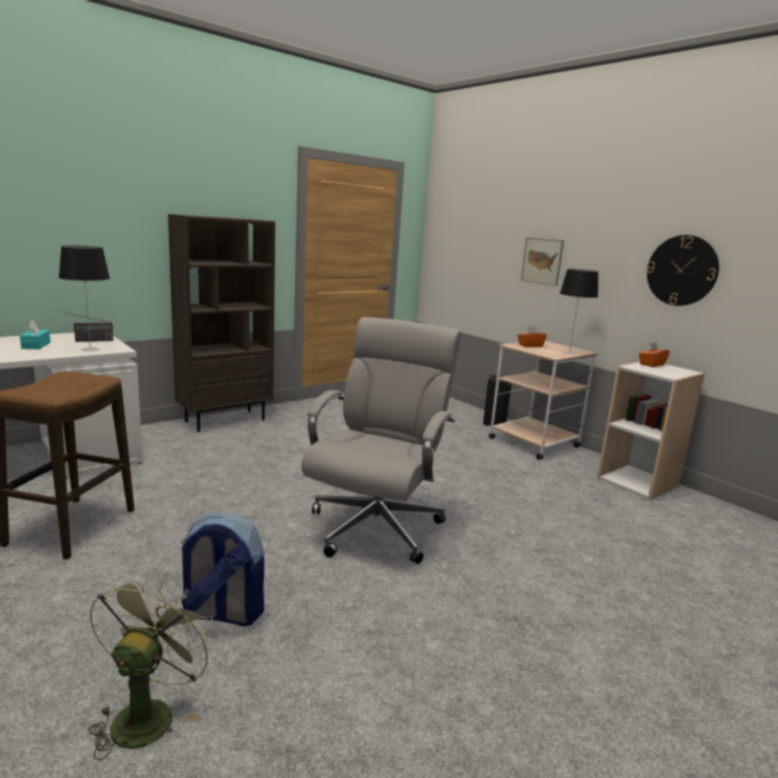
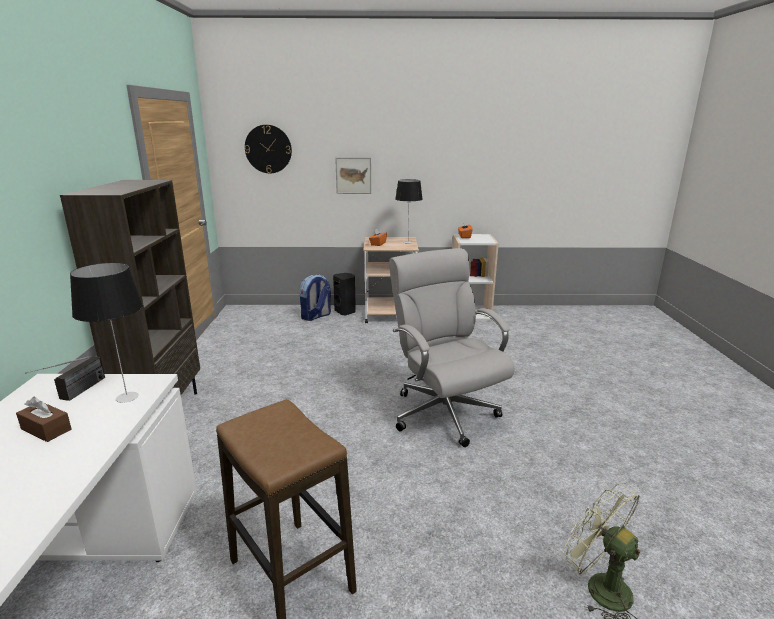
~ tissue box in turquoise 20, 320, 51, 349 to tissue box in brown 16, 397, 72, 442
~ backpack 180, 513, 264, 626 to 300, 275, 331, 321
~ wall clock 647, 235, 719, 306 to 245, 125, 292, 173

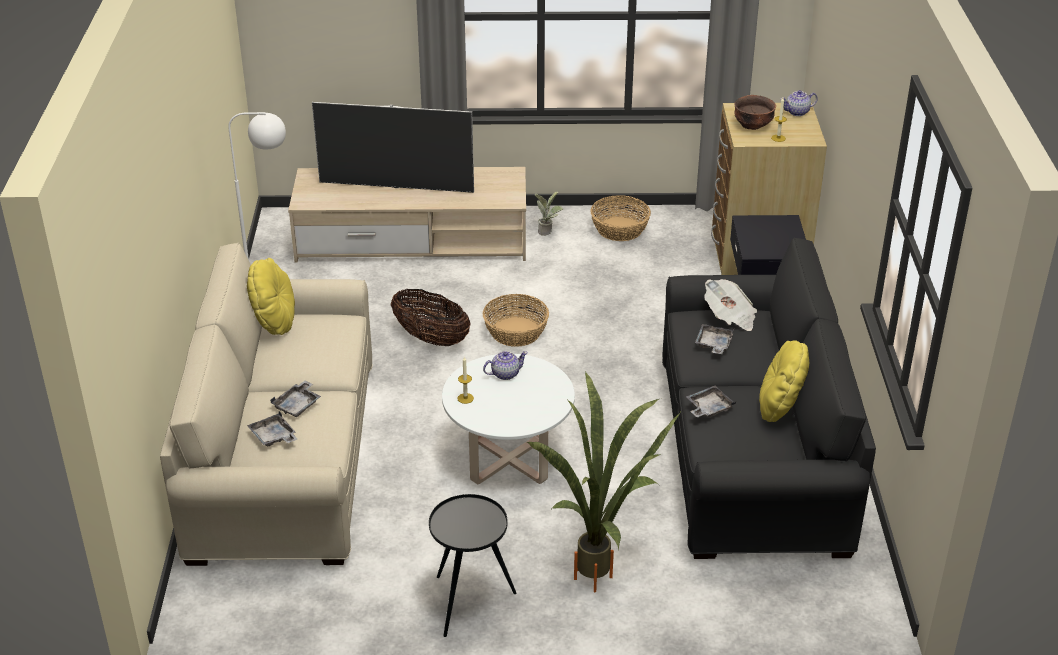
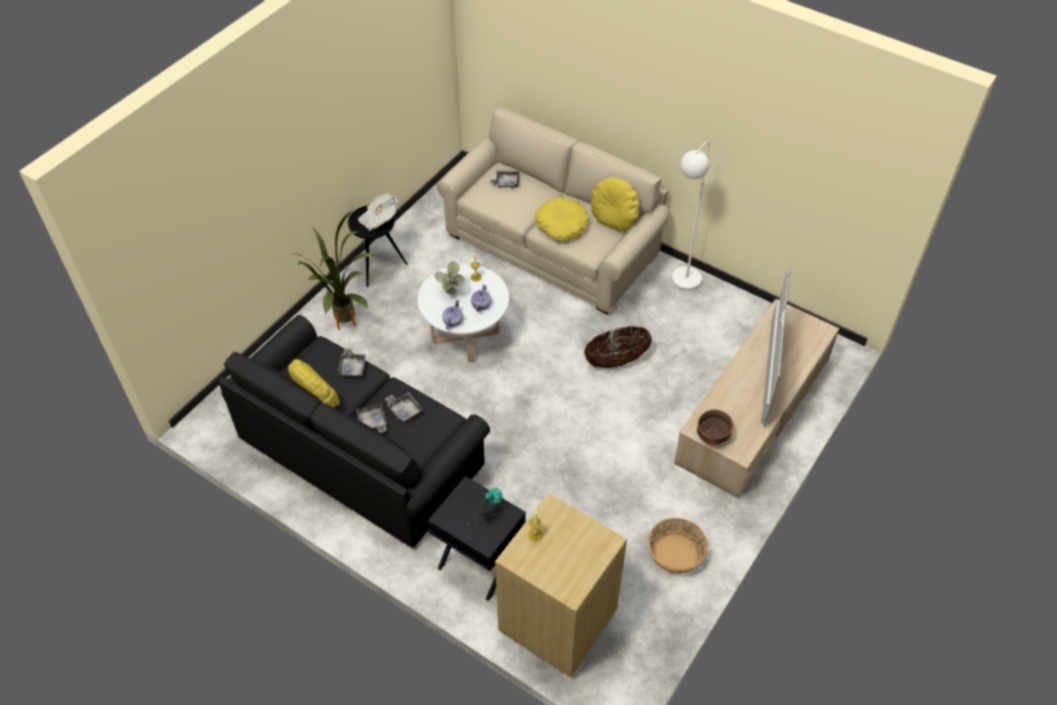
~ tray in grey 270, 380, 321, 417 to 356, 403, 387, 433
~ television 312, 102, 474, 193 = 761, 266, 790, 427 150 degrees clockwise
- basket 483, 294, 549, 347
~ potted plant 535, 192, 563, 236 to 434, 261, 465, 295
~ newspaper 704, 279, 757, 331 to 358, 193, 398, 231
~ bowl in brown 734, 95, 776, 130 to 697, 410, 733, 445
~ teapot 780, 90, 818, 116 to 443, 300, 463, 329
+ table lamp 465, 488, 505, 539
+ pillow in yellow 534, 197, 589, 241

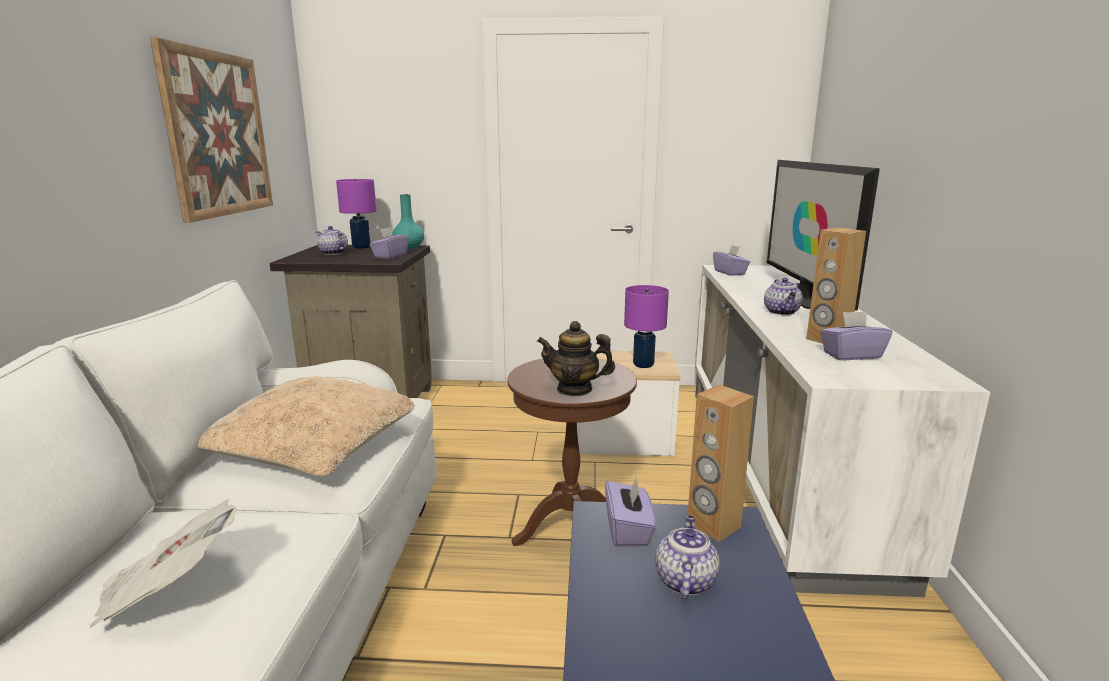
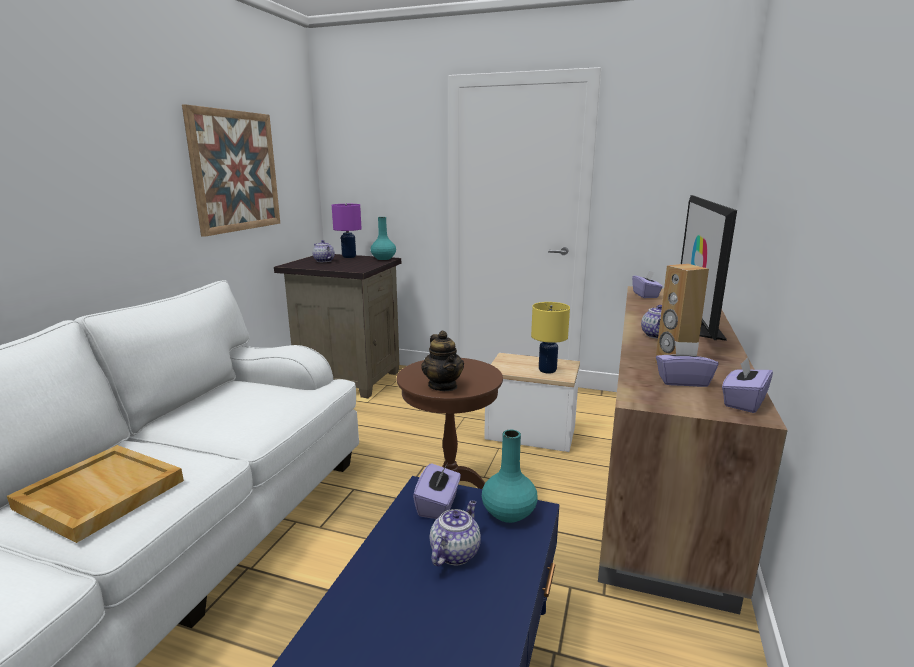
~ newspaper 90, 499, 237, 628 to tray in beige 7, 445, 184, 543
- pillow in beige 198, 376, 415, 477
~ tissue box in purple 370, 227, 409, 259 to 722, 358, 773, 413
~ teapot 537, 321, 615, 396 = 421, 331, 464, 391 135 degrees counterclockwise
~ table lamp in purple 624, 285, 669, 368 to table lamp in yellow 531, 302, 570, 374
~ speaker in brown 688, 385, 754, 542 to vase in turquoise 482, 430, 538, 523
~ tv stand in white 695, 265, 990, 597 to tv stand in brown 598, 286, 788, 614

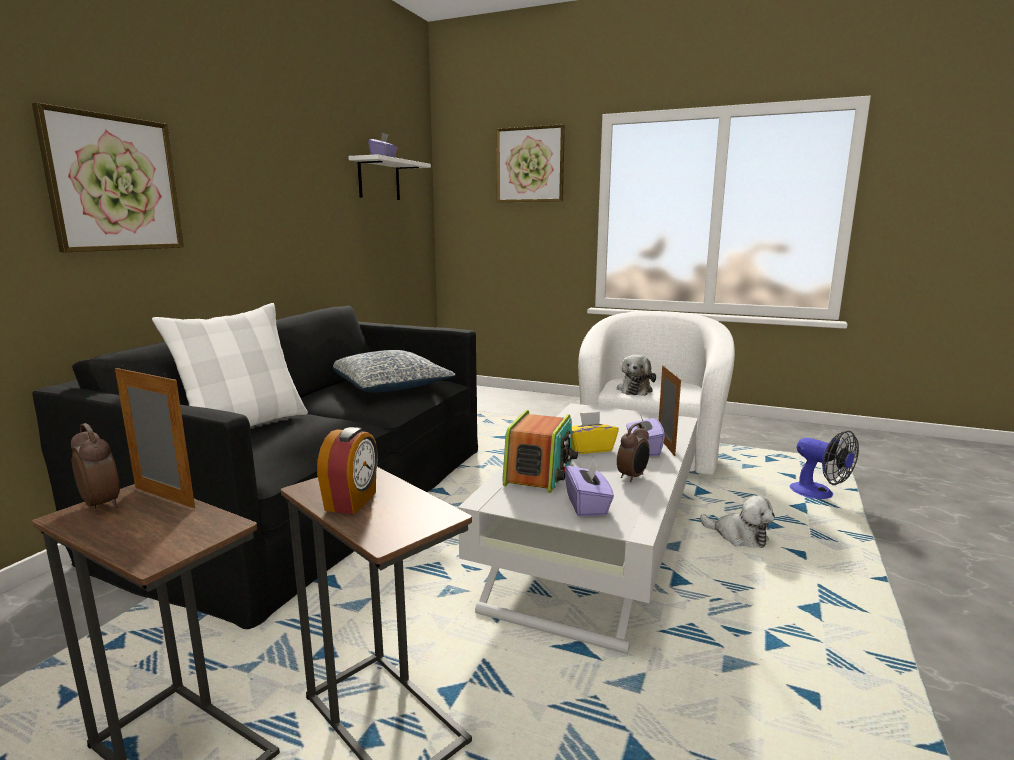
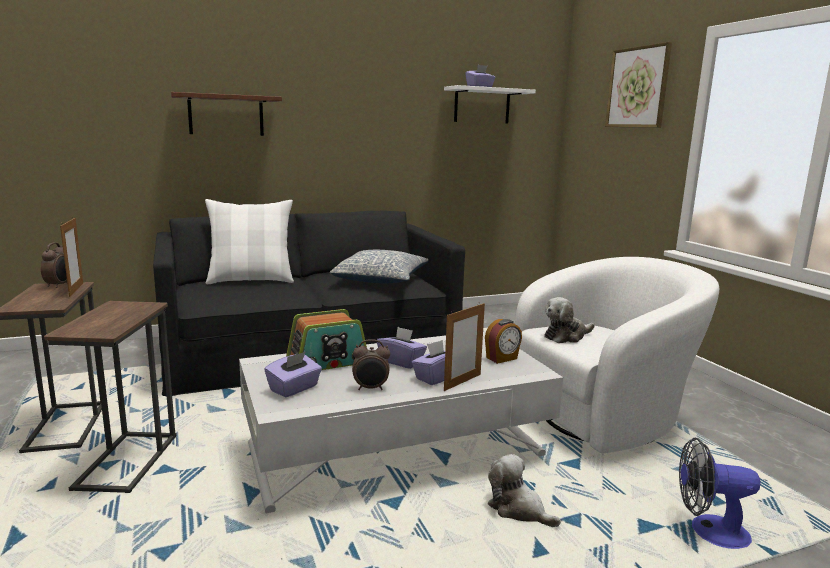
~ picture 32, 103, 184, 252 to shelf in brown 171, 92, 282, 136
~ alarm clock 317, 427, 378, 514 to 485, 319, 522, 364
~ tissue box in yellow 572, 412, 619, 454 to tissue box in purple 377, 327, 427, 369
~ plush toy 700, 496, 775, 548 = 488, 454, 561, 527 135 degrees clockwise
~ fan 790, 431, 859, 499 = 679, 438, 761, 549 90 degrees clockwise

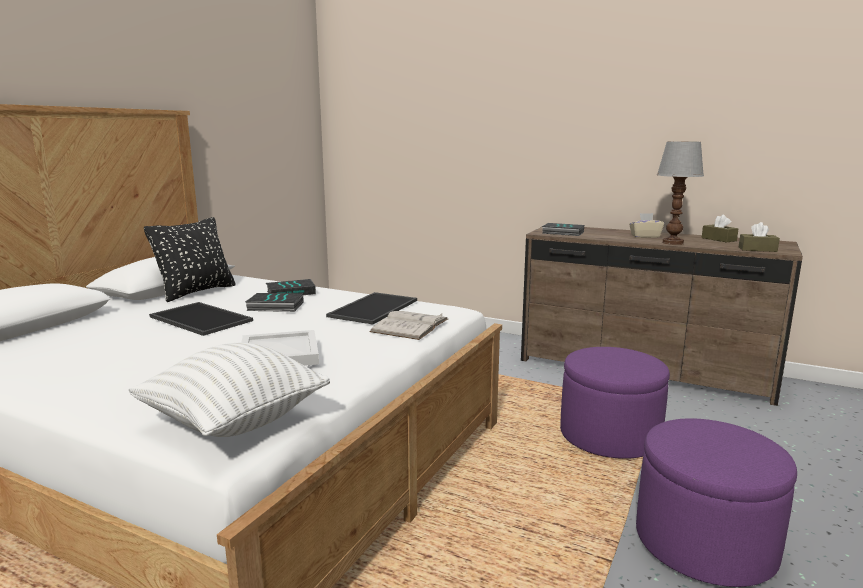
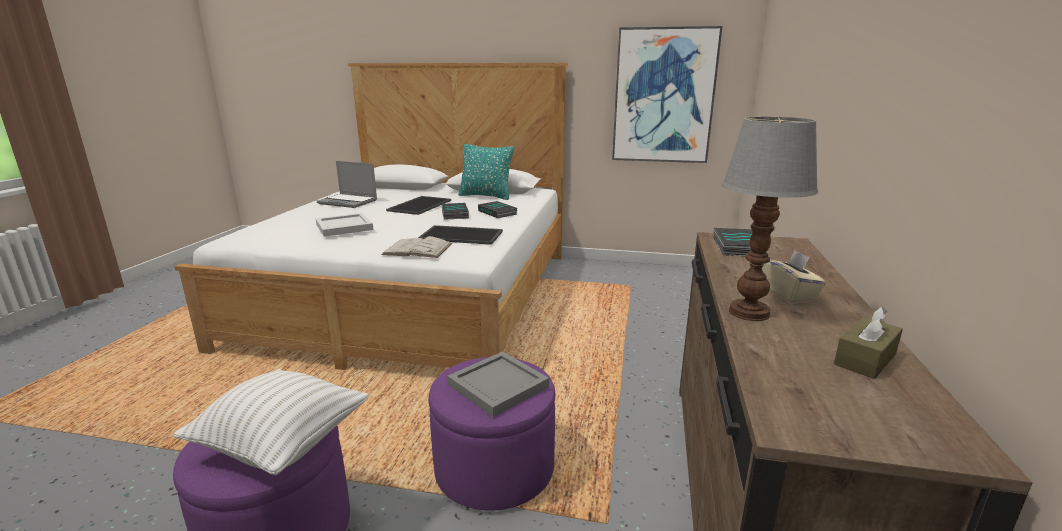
~ pillow in white 128, 343, 330, 437 to 174, 369, 369, 475
~ pillow in black 144, 217, 236, 302 to pillow in turquoise 458, 144, 514, 200
- tissue box in brown 739, 222, 780, 252
+ laptop 317, 161, 377, 208
+ tray in grey 447, 351, 549, 417
+ picture 612, 26, 722, 163

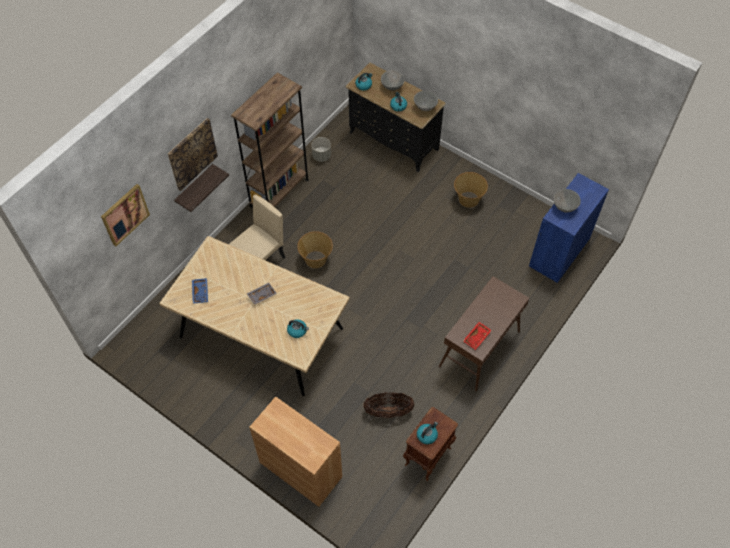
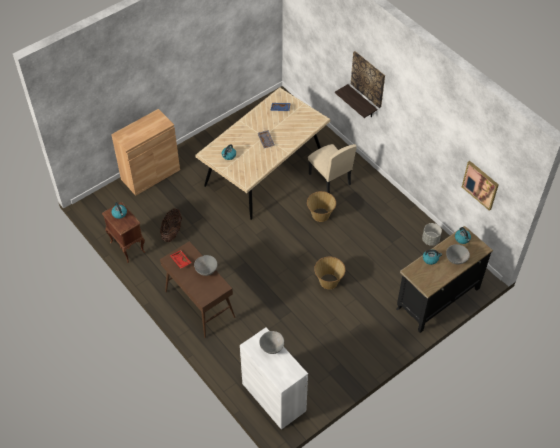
~ picture 101, 184, 150, 246 to 462, 161, 499, 211
- bookcase in brown 231, 73, 309, 208
~ bowl in grey 414, 90, 438, 111 to 194, 255, 217, 276
~ basket 454, 172, 488, 208 to 314, 257, 345, 289
~ cabinet in blue 529, 173, 609, 283 to cabinet in white 240, 328, 308, 430

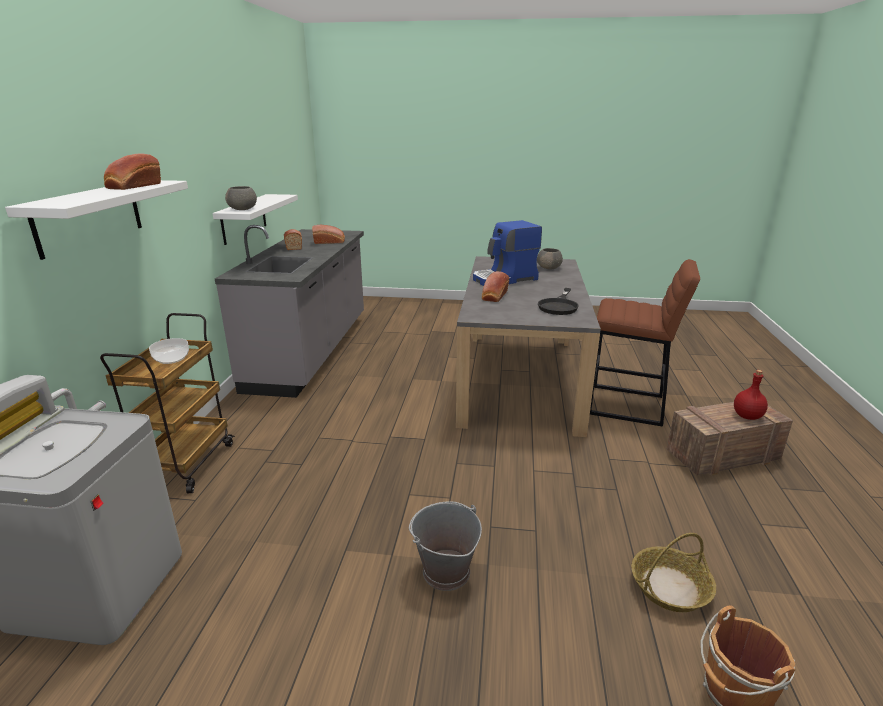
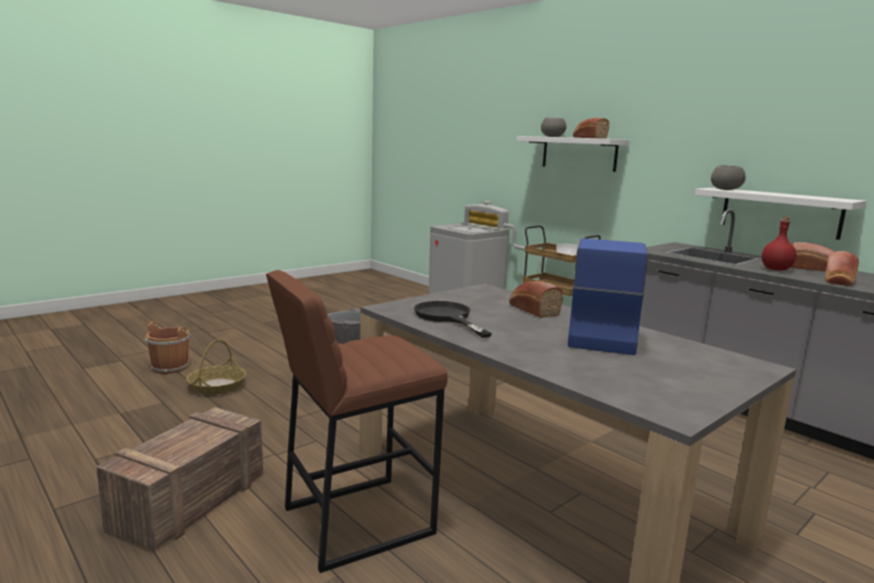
~ bowl in grey 537, 248, 563, 270 to 541, 117, 566, 137
~ bottle in red 734, 370, 768, 420 to 762, 217, 797, 271

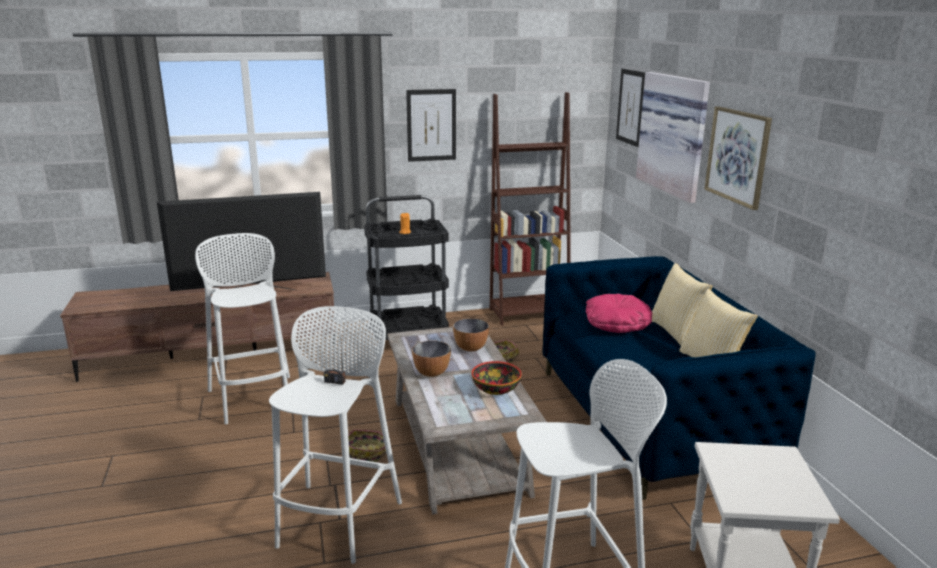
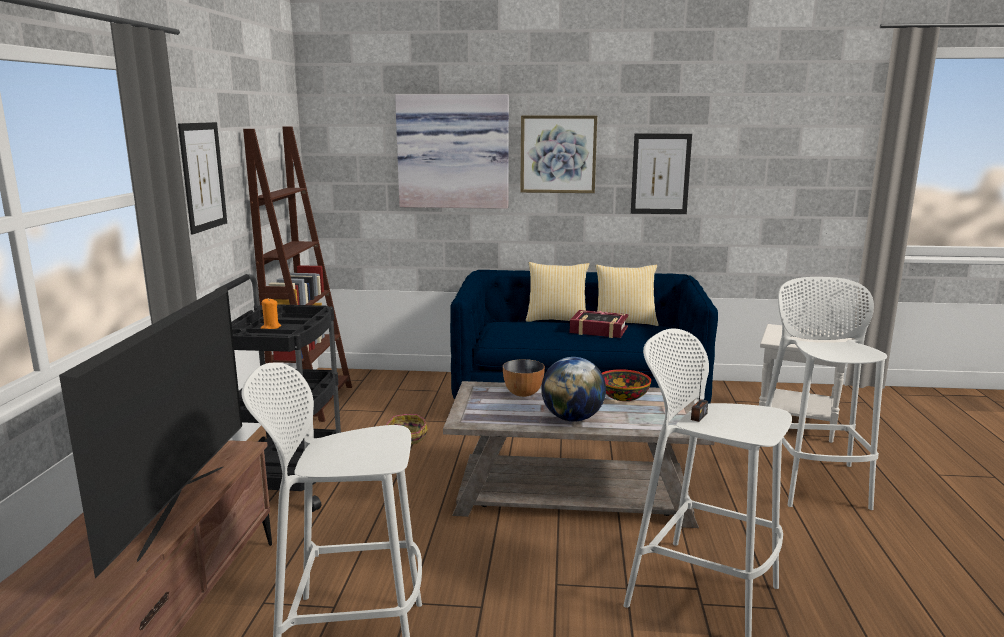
- basket 348, 430, 386, 462
~ bowl 412, 341, 451, 377 to globe 541, 357, 606, 422
- pillow in pink 586, 294, 652, 333
~ picture 616, 69, 645, 147 to 631, 134, 692, 214
+ book 570, 310, 629, 338

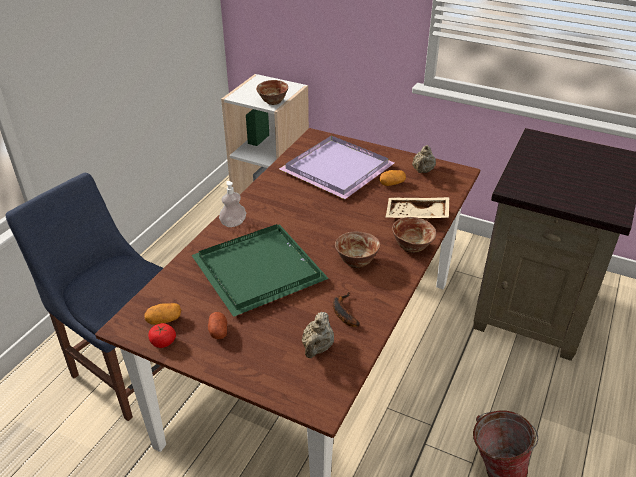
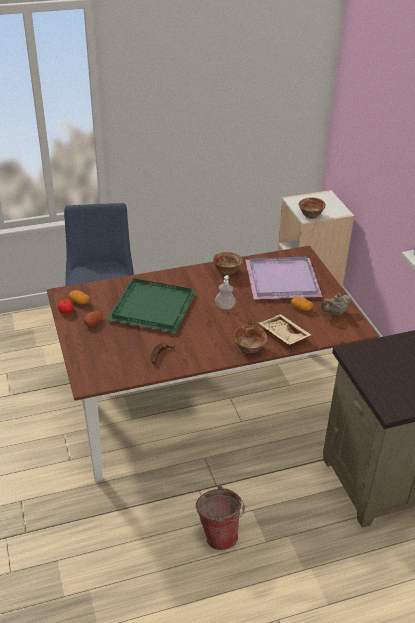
~ soap dispenser 219, 181, 246, 227 to 215, 275, 236, 309
- teapot in beige 302, 312, 334, 358
~ bowl 335, 232, 380, 268 to 213, 252, 243, 275

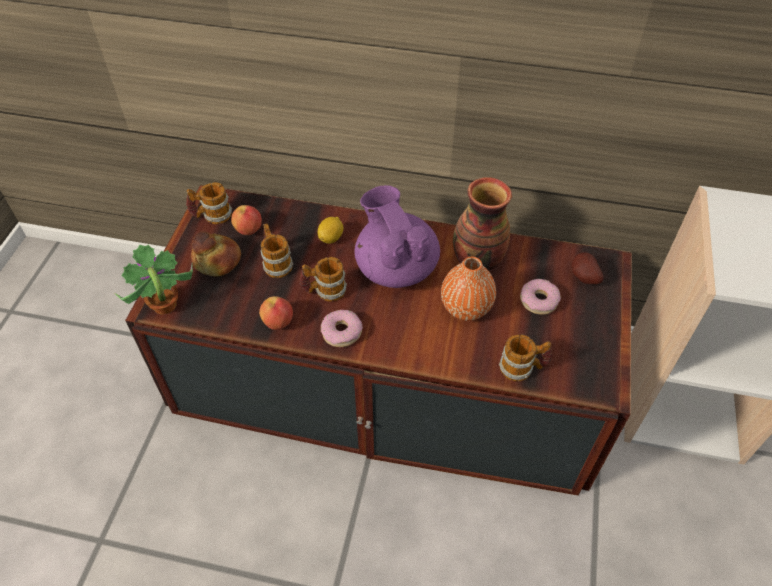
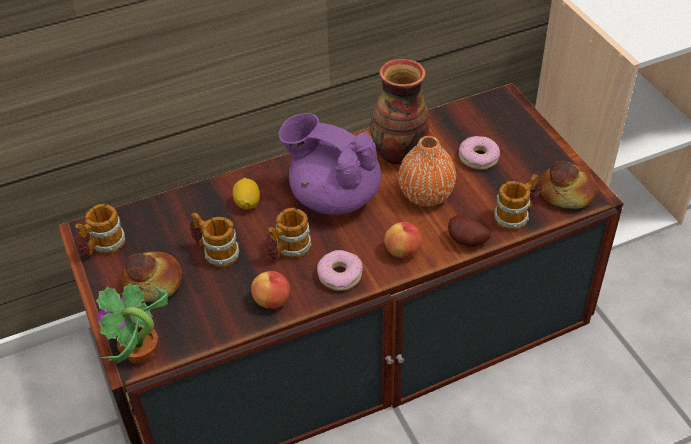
~ apple 231, 205, 262, 235 to 384, 222, 422, 258
~ potato 571, 252, 603, 284 to 448, 214, 491, 247
+ bread 538, 161, 597, 209

